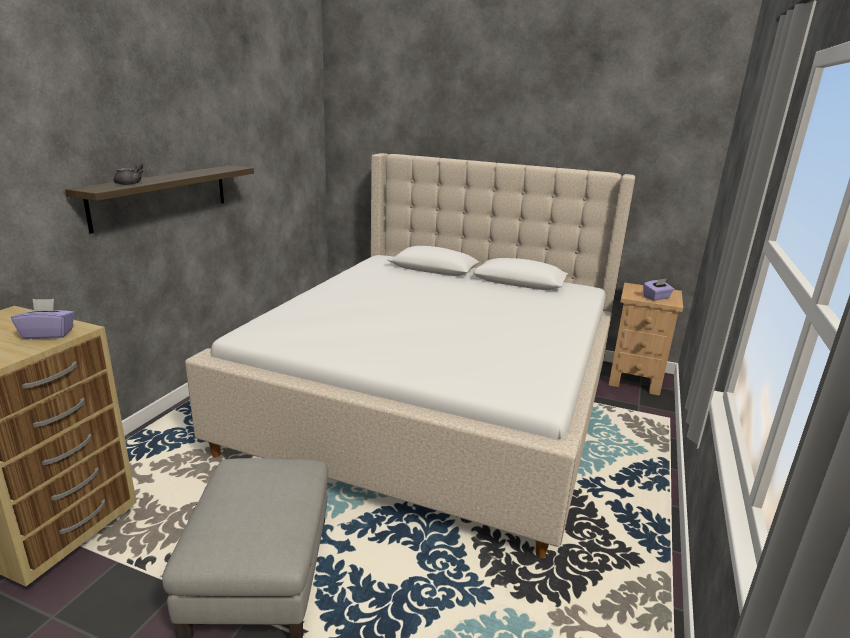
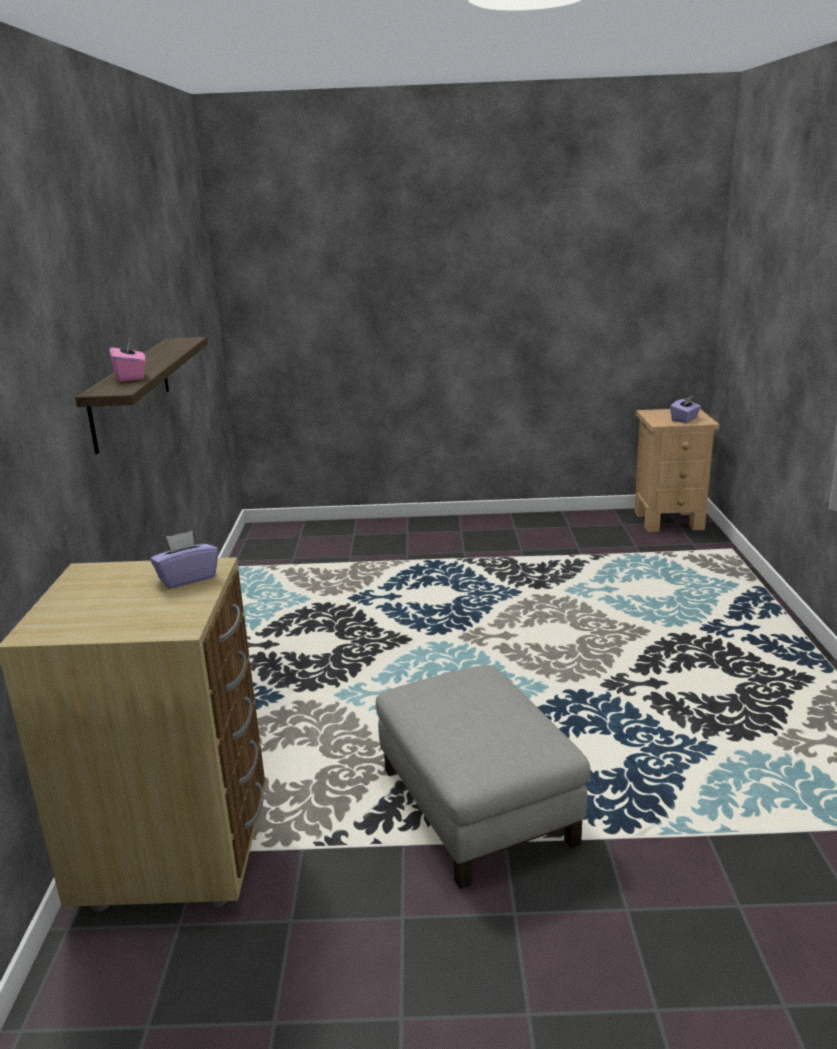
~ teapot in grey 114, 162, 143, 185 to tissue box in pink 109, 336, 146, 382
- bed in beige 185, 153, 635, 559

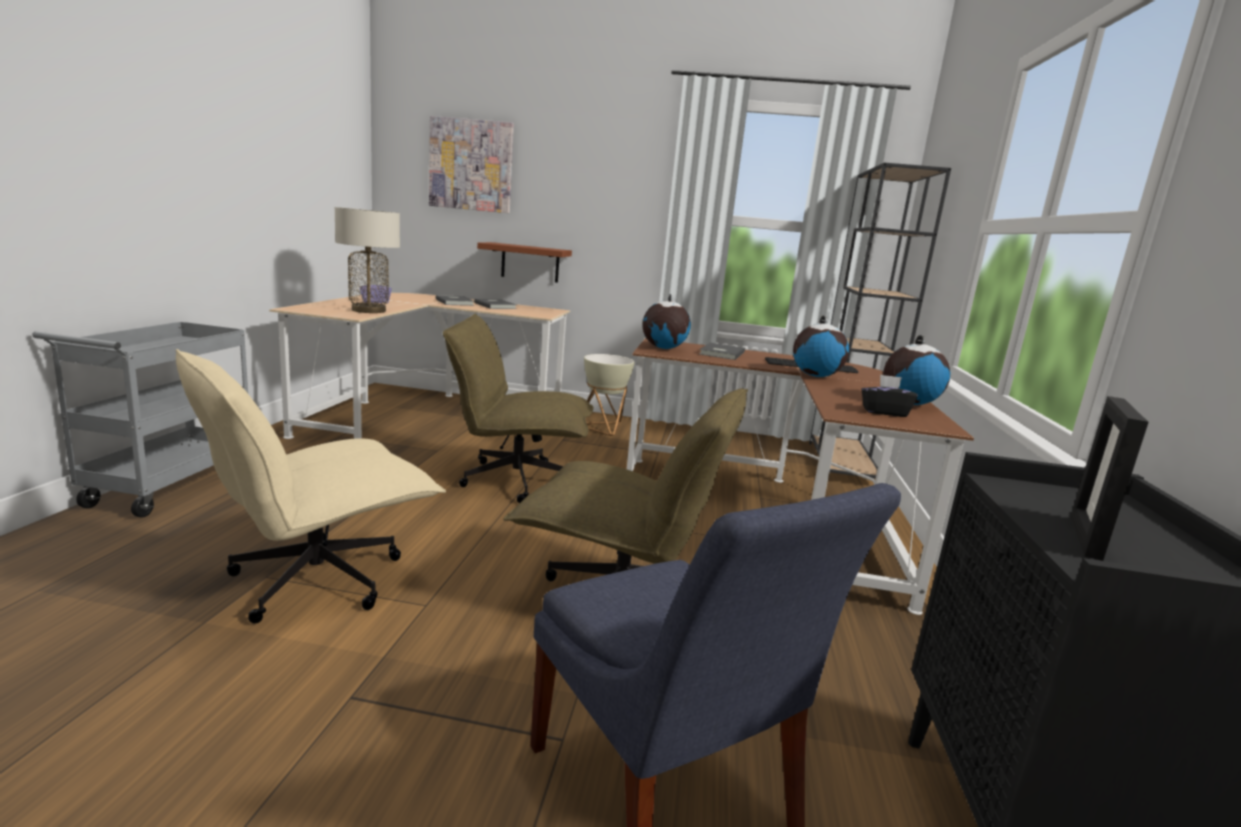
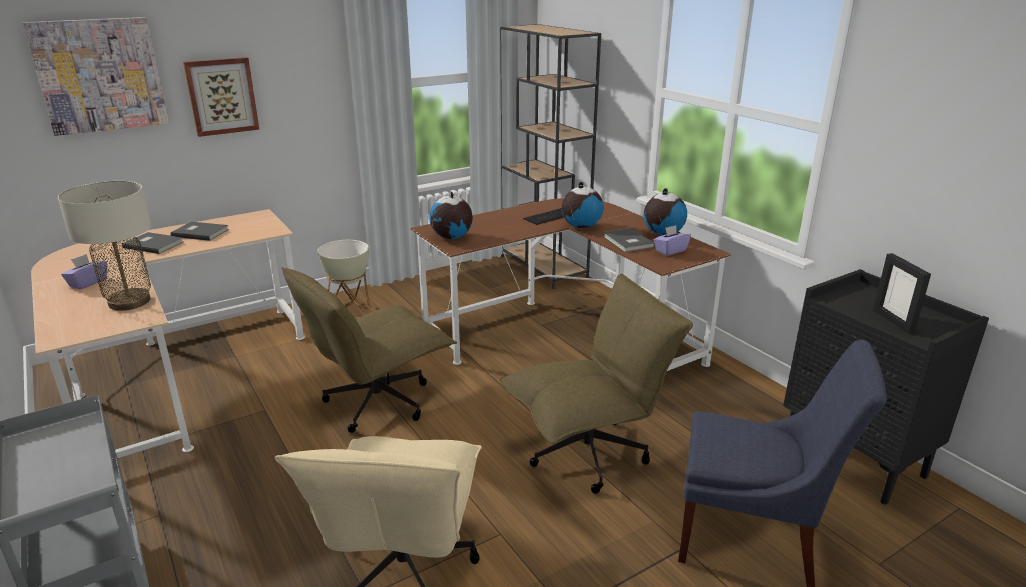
- shelf in brown 477, 242, 572, 283
~ book in grey 699, 343, 745, 360 to 603, 228, 655, 252
~ tissue box in black 861, 374, 918, 417 to tissue box in purple 654, 225, 691, 256
+ picture 183, 57, 259, 137

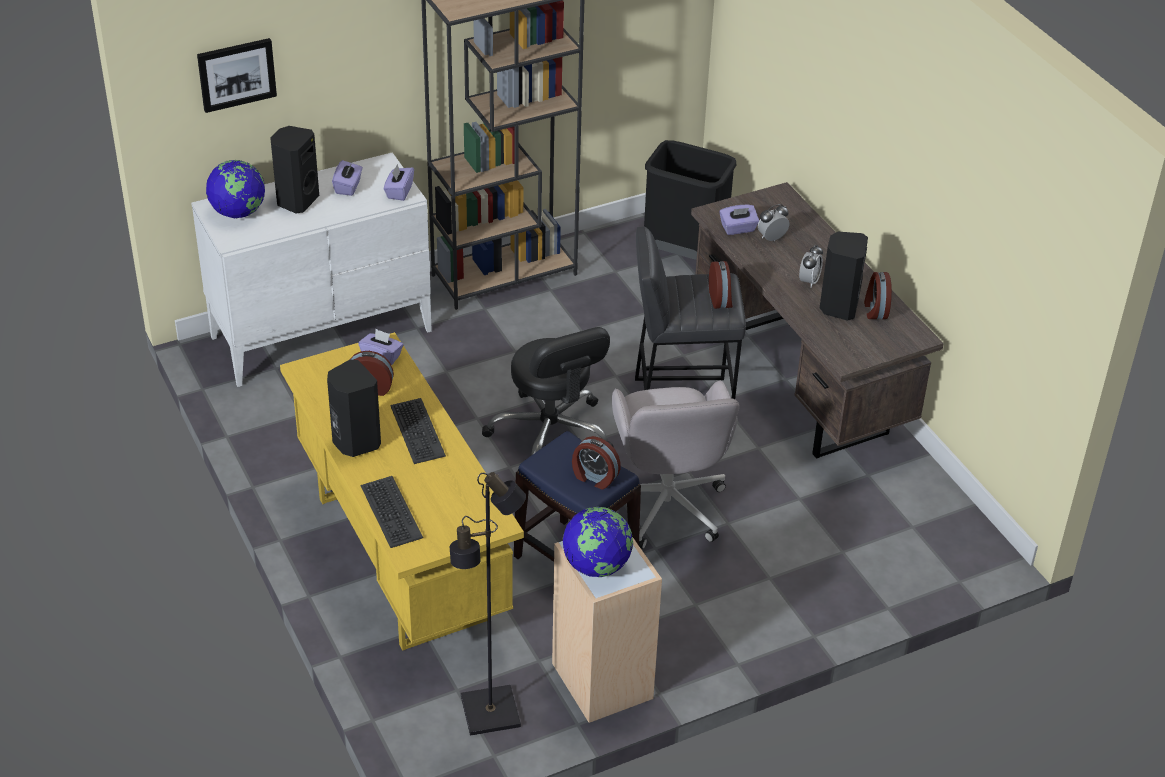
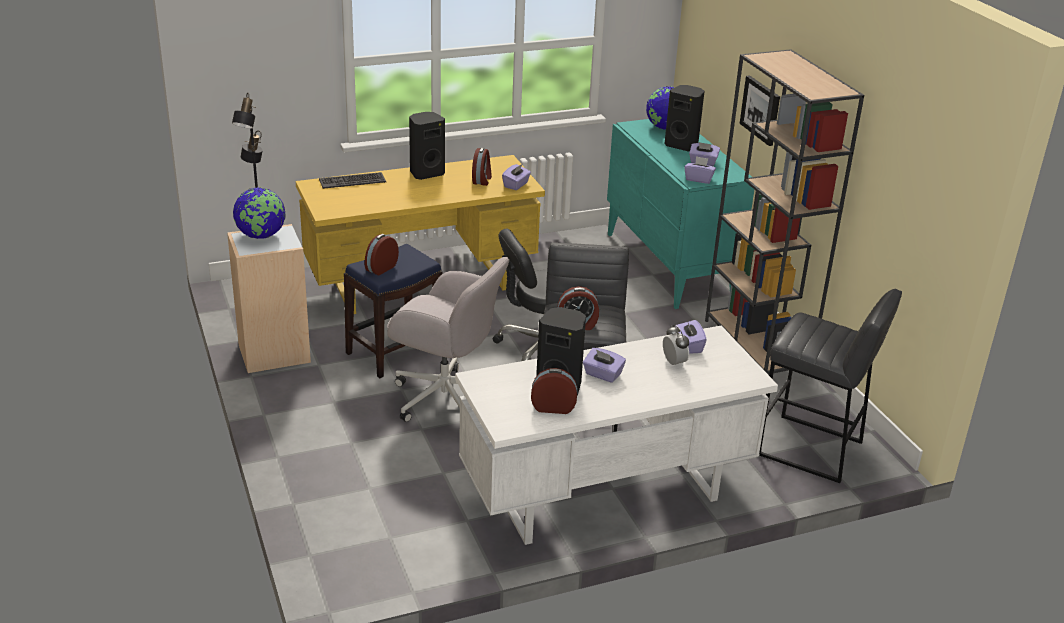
~ cabinet in white 191, 152, 432, 387 to cabinet in turquoise 607, 119, 754, 309
~ picture 197, 38, 277, 113 to 740, 75, 780, 146
- keyboard 391, 398, 446, 464
~ office chair in grey 612, 381, 739, 549 = 387, 257, 509, 422 150 degrees counterclockwise
~ trash can in black 644, 140, 737, 260 to stool in grey 759, 289, 902, 483
~ desk in brown 691, 182, 944, 459 to desk in white 455, 326, 778, 545
~ alarm clock 799, 245, 823, 287 to tissue box in purple 583, 348, 626, 383

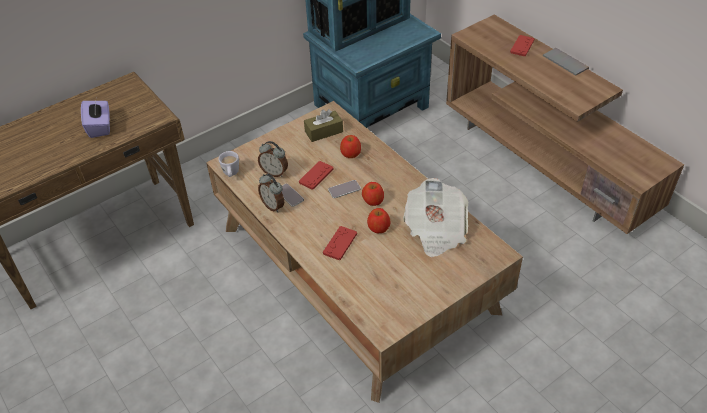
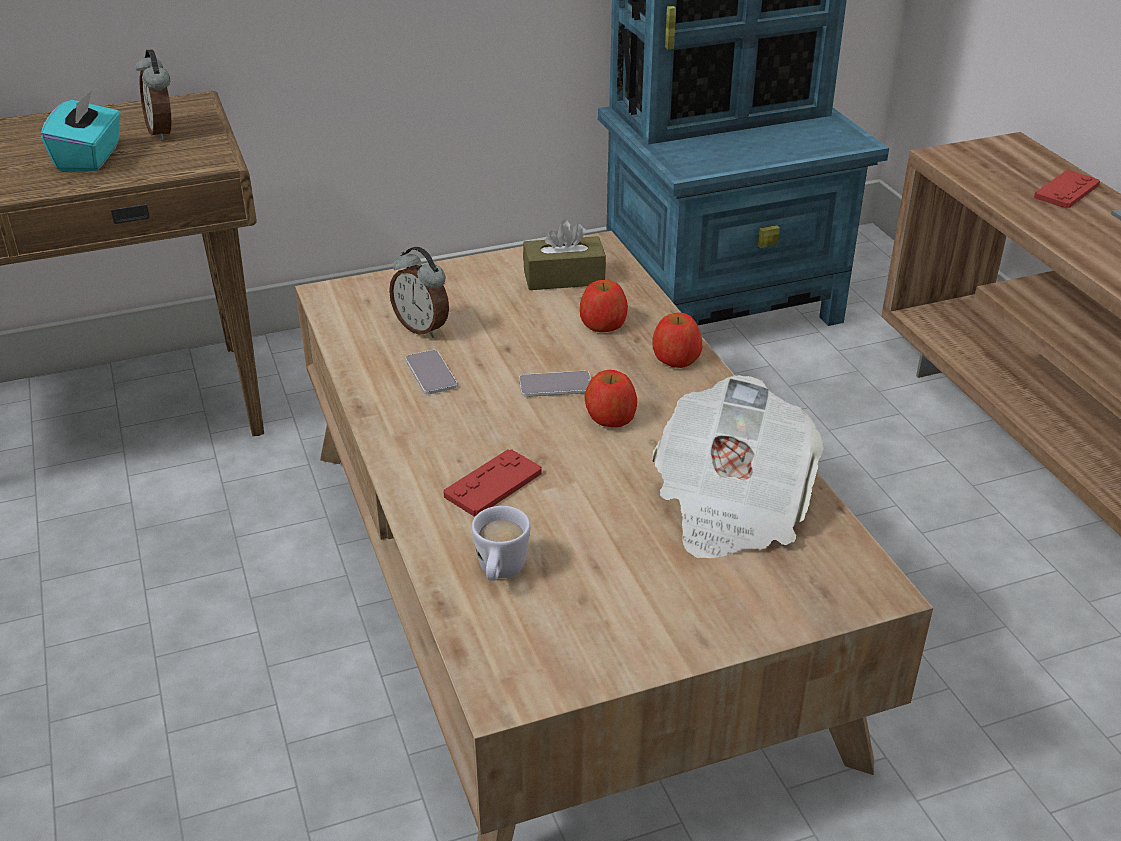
~ tissue box in purple 81, 101, 110, 138 to tissue box in turquoise 41, 90, 121, 171
~ mug in white 218, 151, 239, 177 to 472, 506, 531, 581
~ alarm clock 258, 174, 284, 213 to 136, 50, 171, 141
- game controller in red 299, 161, 333, 190
~ apple 367, 208, 391, 233 to 652, 312, 702, 368

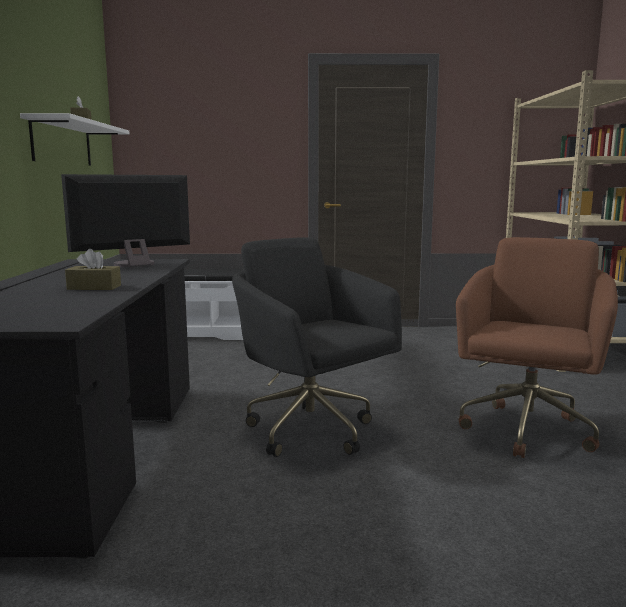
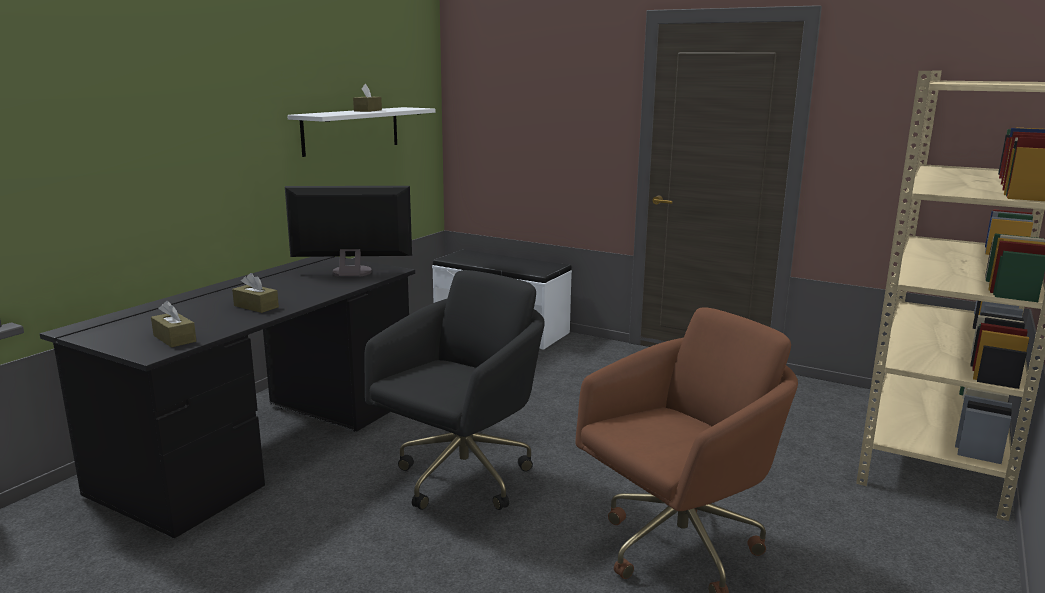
~ office chair in black 232, 237, 402, 457 = 364, 270, 545, 510 45 degrees clockwise
+ tissue box in brown 151, 301, 196, 348

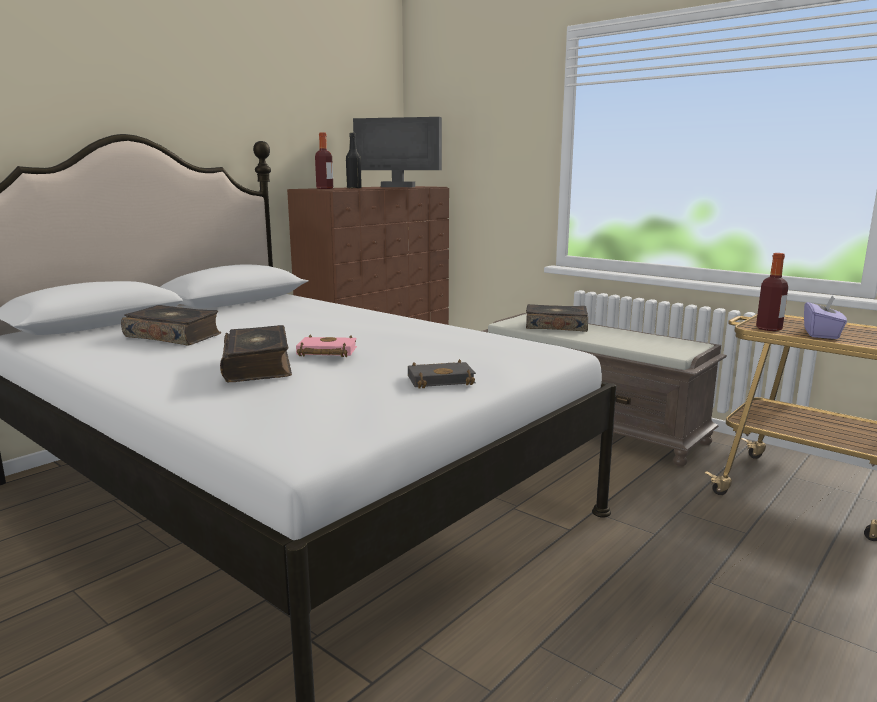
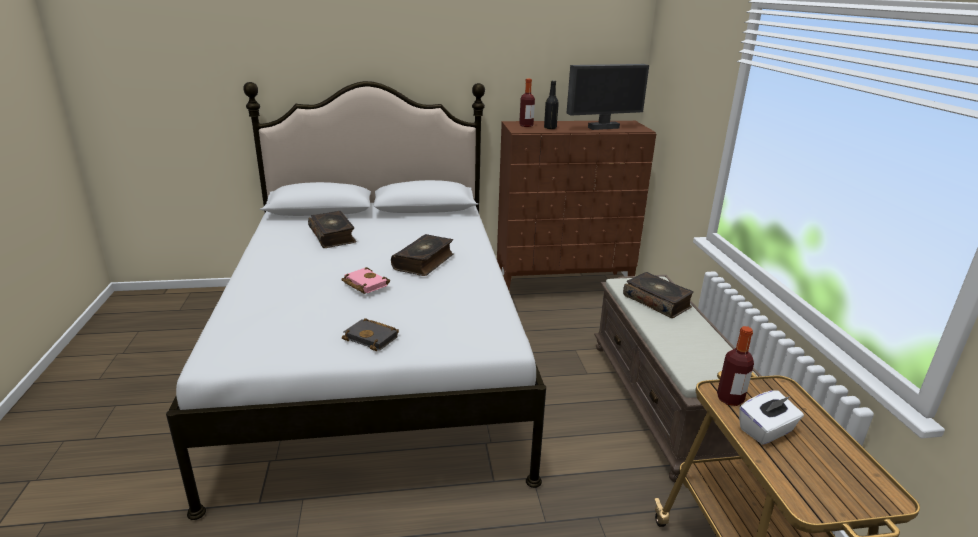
~ book 220, 325, 292, 382 to 391, 234, 453, 276
~ monitor 353, 117, 442, 187 = 566, 64, 649, 130 105 degrees clockwise
~ tissue box in purple 804, 295, 847, 339 to tissue box in white 739, 391, 804, 445

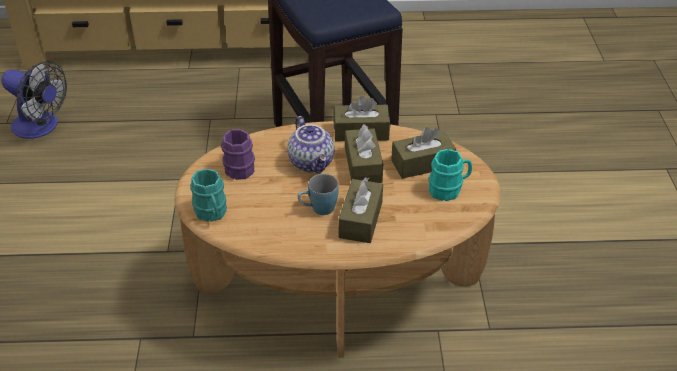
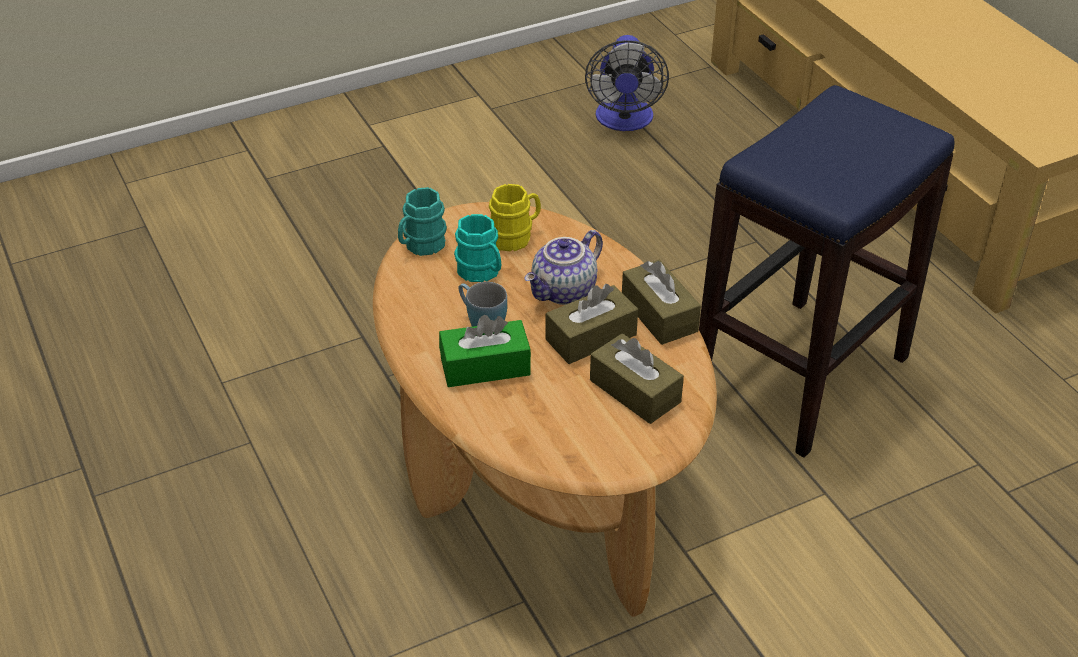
~ mug in purple 221, 129, 255, 180 to mug in yellow 489, 184, 541, 252
~ tissue box in brown 339, 177, 383, 243 to tissue box in green 439, 315, 531, 387
~ mug in turquoise 429, 149, 472, 201 to 454, 214, 501, 282

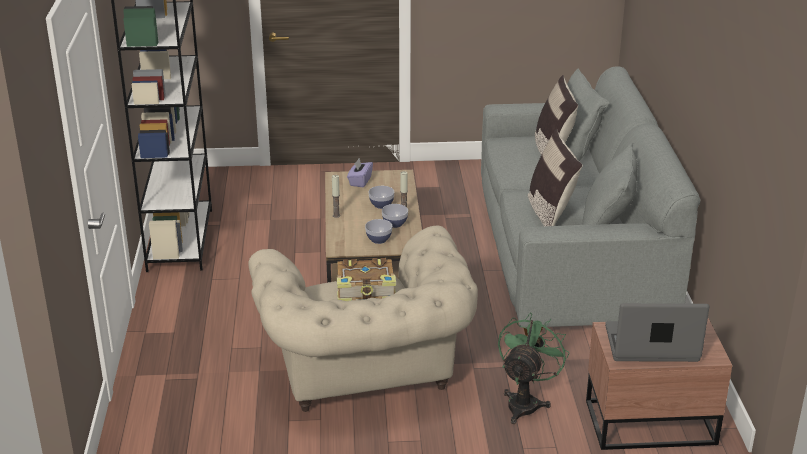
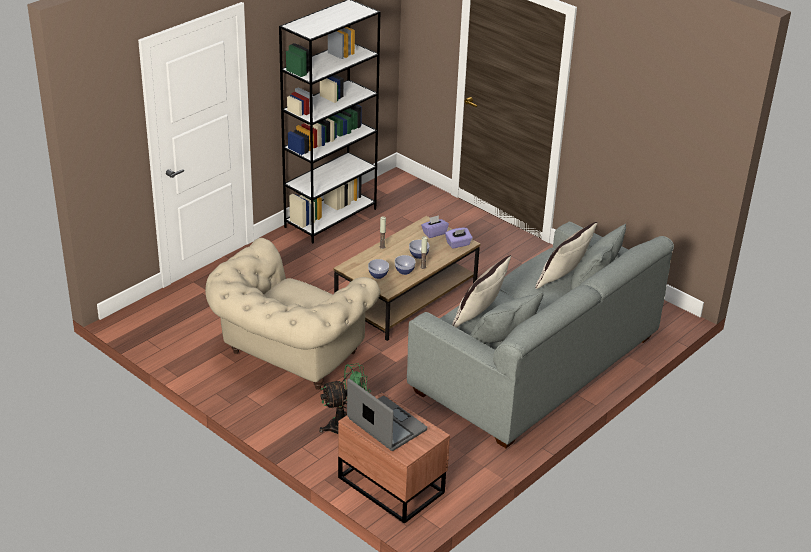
- book 337, 258, 396, 301
+ tissue box in purple 445, 227, 473, 249

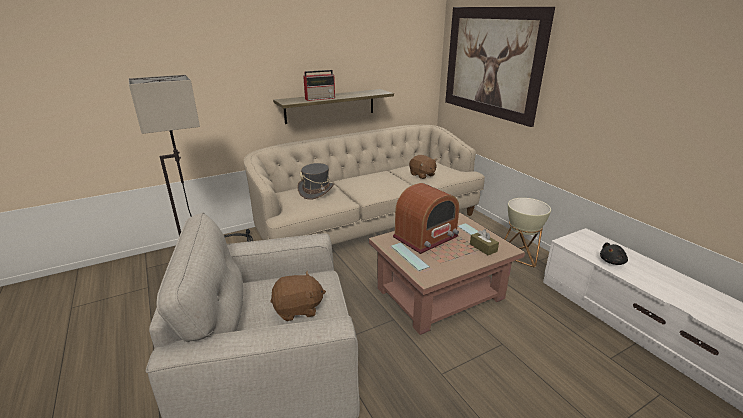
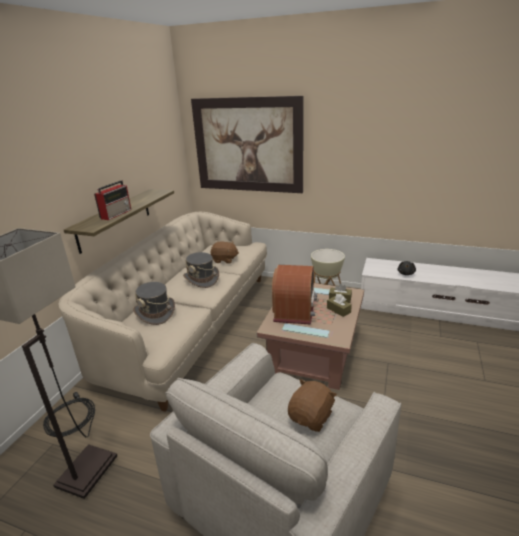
+ hat in grey 183, 252, 219, 288
+ tissue box in brown 327, 294, 352, 317

